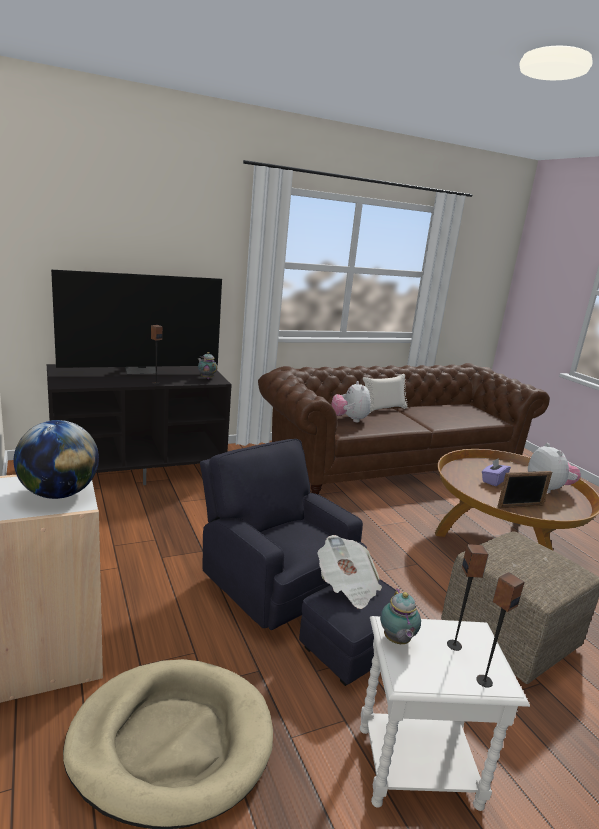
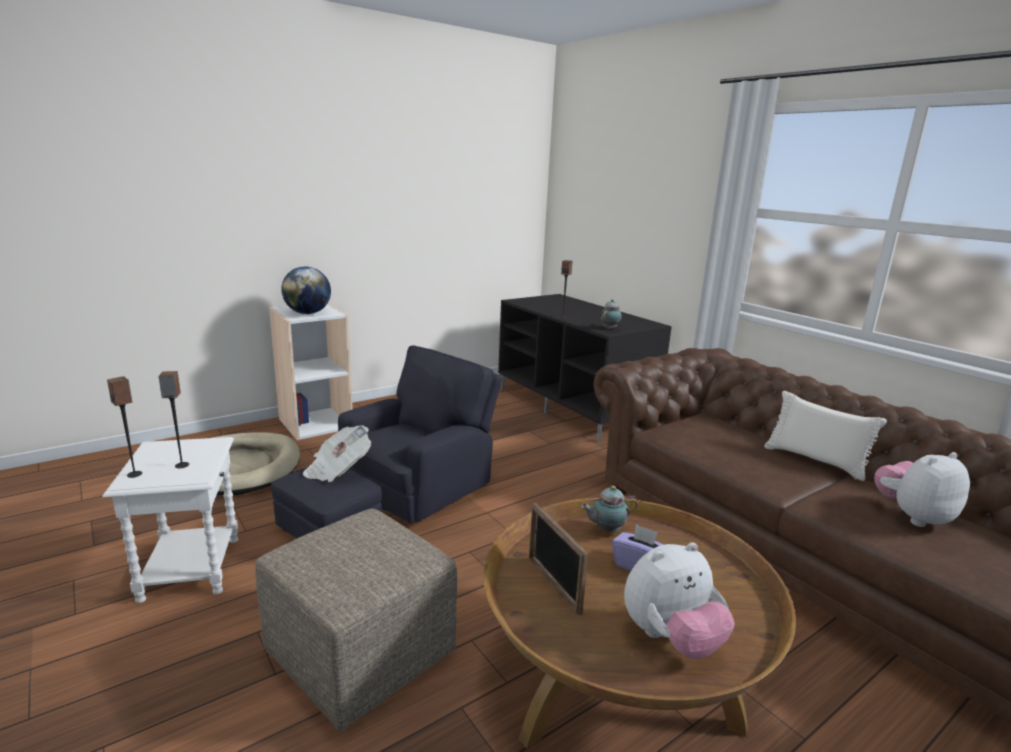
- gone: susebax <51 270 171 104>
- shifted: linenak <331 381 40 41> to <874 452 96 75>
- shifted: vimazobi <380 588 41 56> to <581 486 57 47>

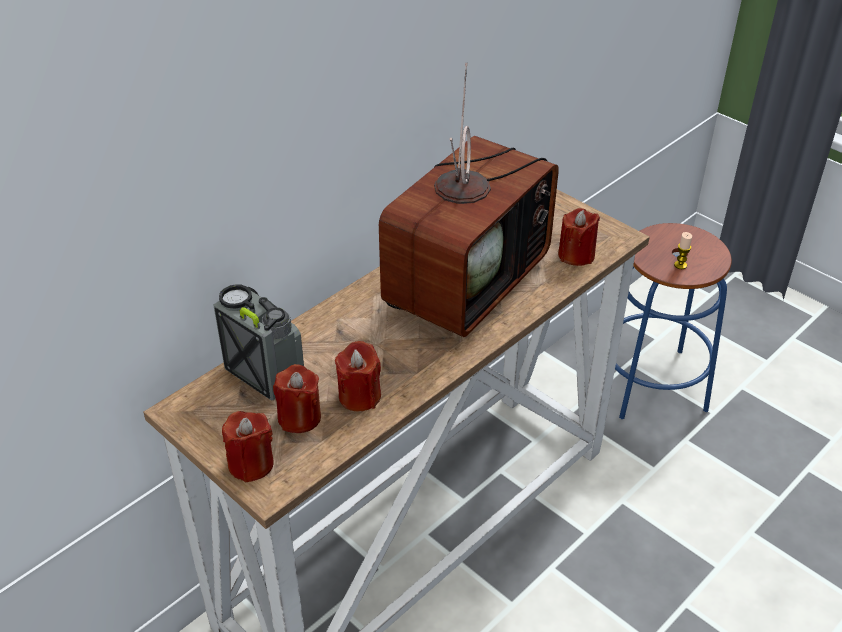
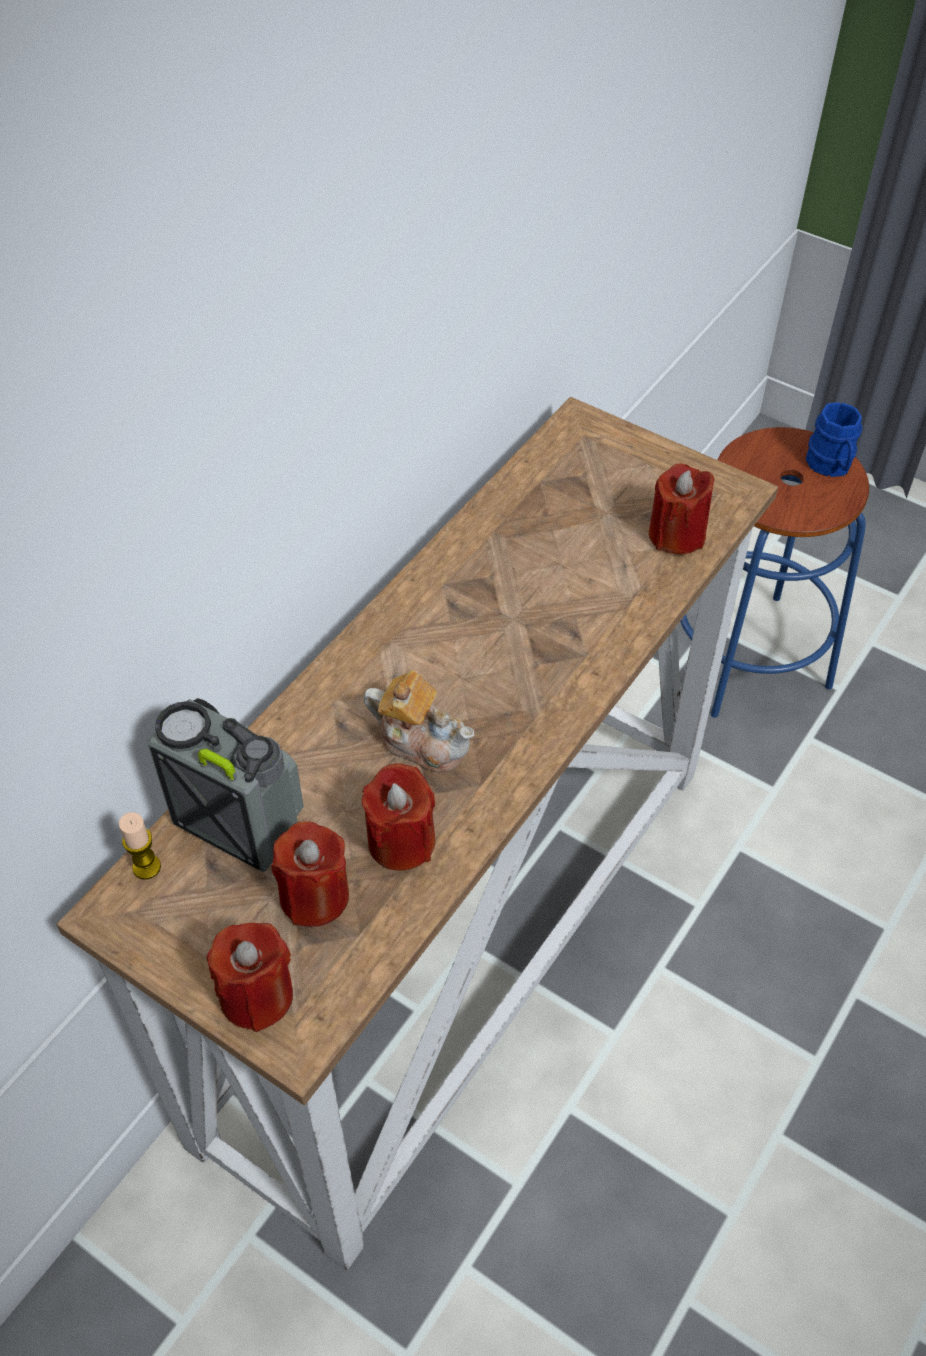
- gone: susebax <379 63 180 274>
- shifted: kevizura <674 232 18 37> to <119 812 42 68>
- new: vimazobi <363 671 111 101>
- new: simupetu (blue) <806 402 57 75>

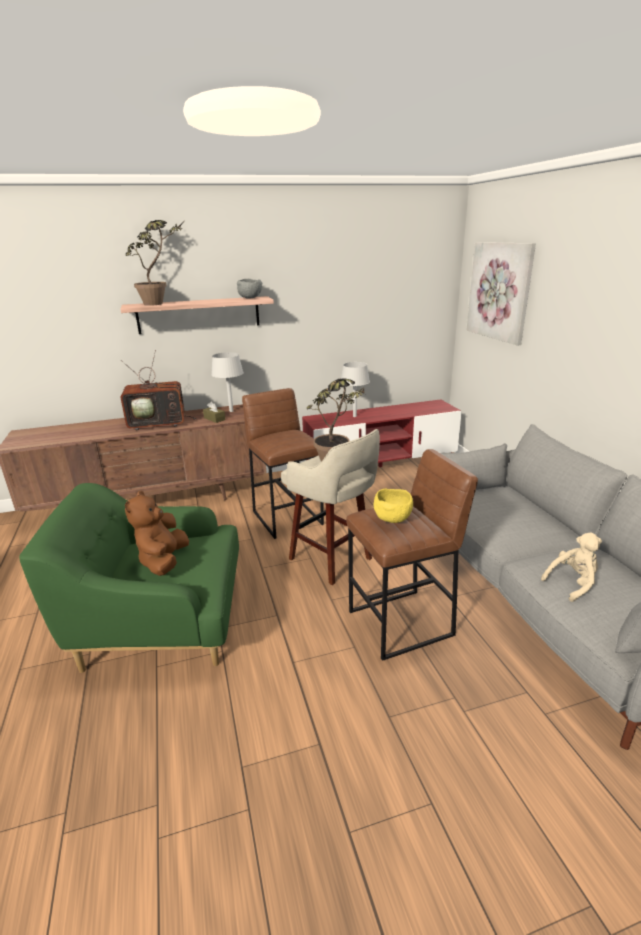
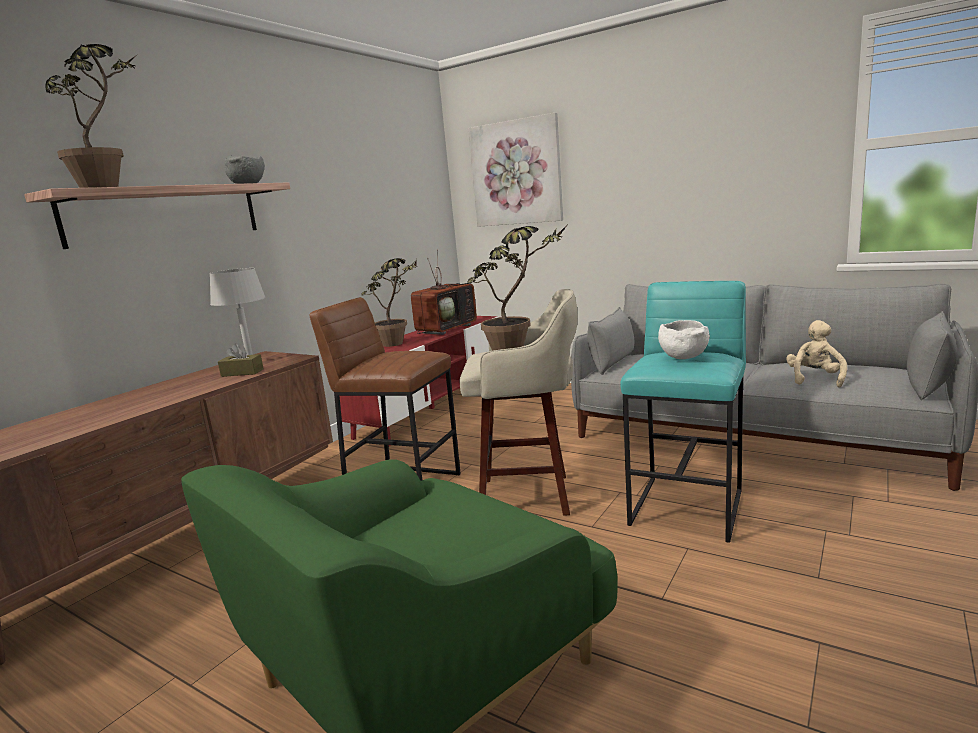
- shifted: susebax <121 350 75 80> to <411 250 66 85>
- gone: linenak (brown) <125 491 64 85>
- swapped: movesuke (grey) <341 362 29 55> to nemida <361 258 57 89>
- repainted: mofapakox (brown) <346 449 132 212> to mofapakox (turquoise) <620 281 126 262>
- repainted: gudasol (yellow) <374 489 39 34> to gudasol (white) <658 320 52 39>

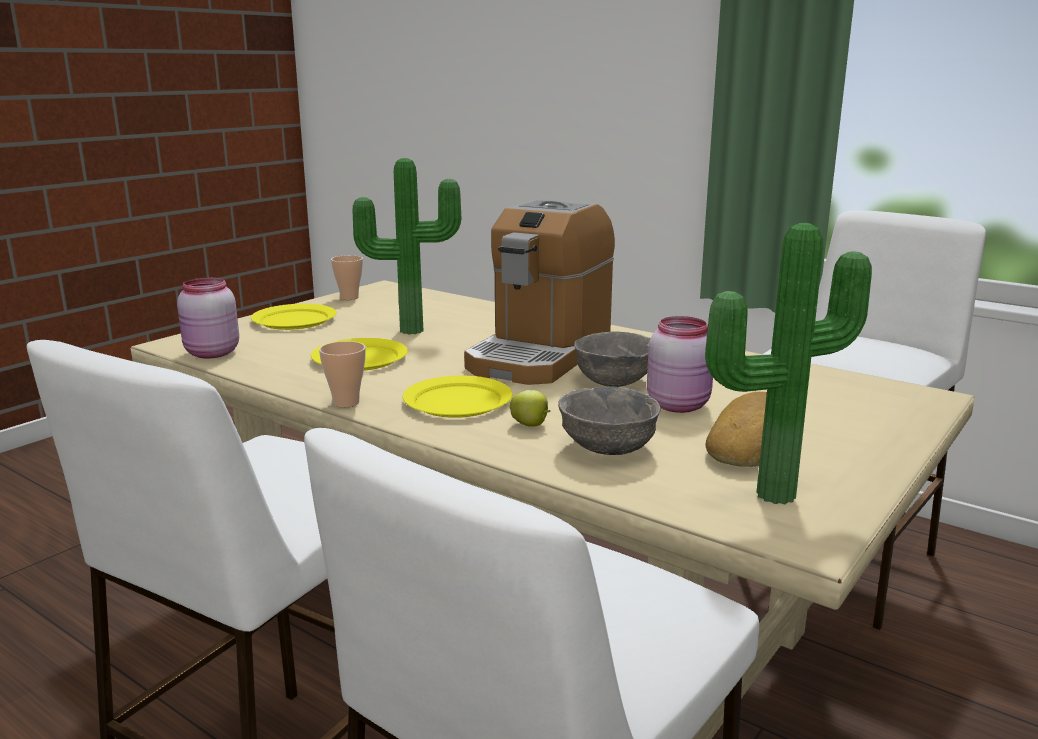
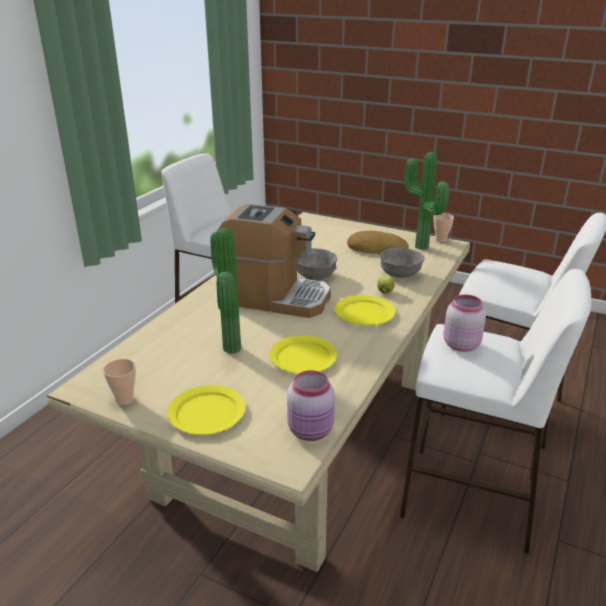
- shifted: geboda <319 341 47 67> to <434 213 20 29>
- shifted: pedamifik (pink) <647 316 66 97> to <443 295 43 57>

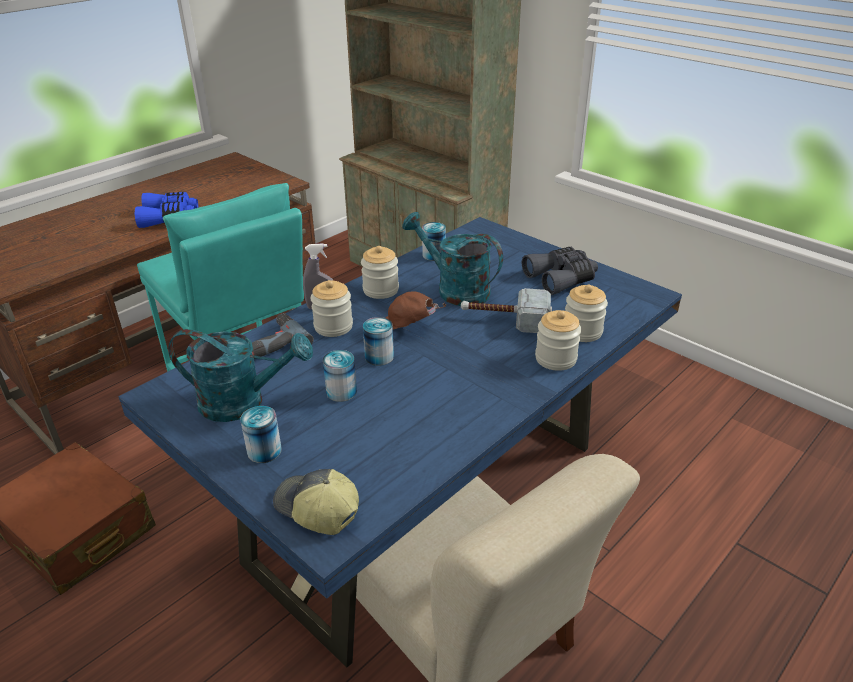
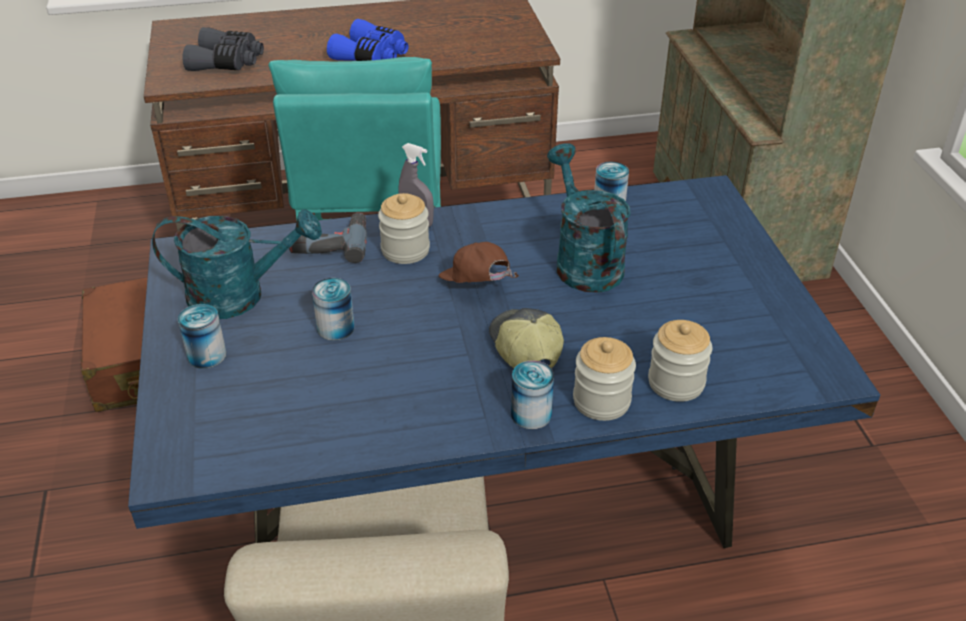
- rotated: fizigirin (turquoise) <169 329 144 93> = <152 209 170 110> 45 degrees counterclockwise
- shifted: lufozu <273 469 86 66> to <489 308 75 60>
- gone: pedamifik <361 246 38 53>
- shifted: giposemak <363 317 31 49> to <511 360 43 69>
- gone: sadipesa <461 288 91 45>
- shifted: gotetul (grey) <522 247 76 48> to <182 27 82 44>

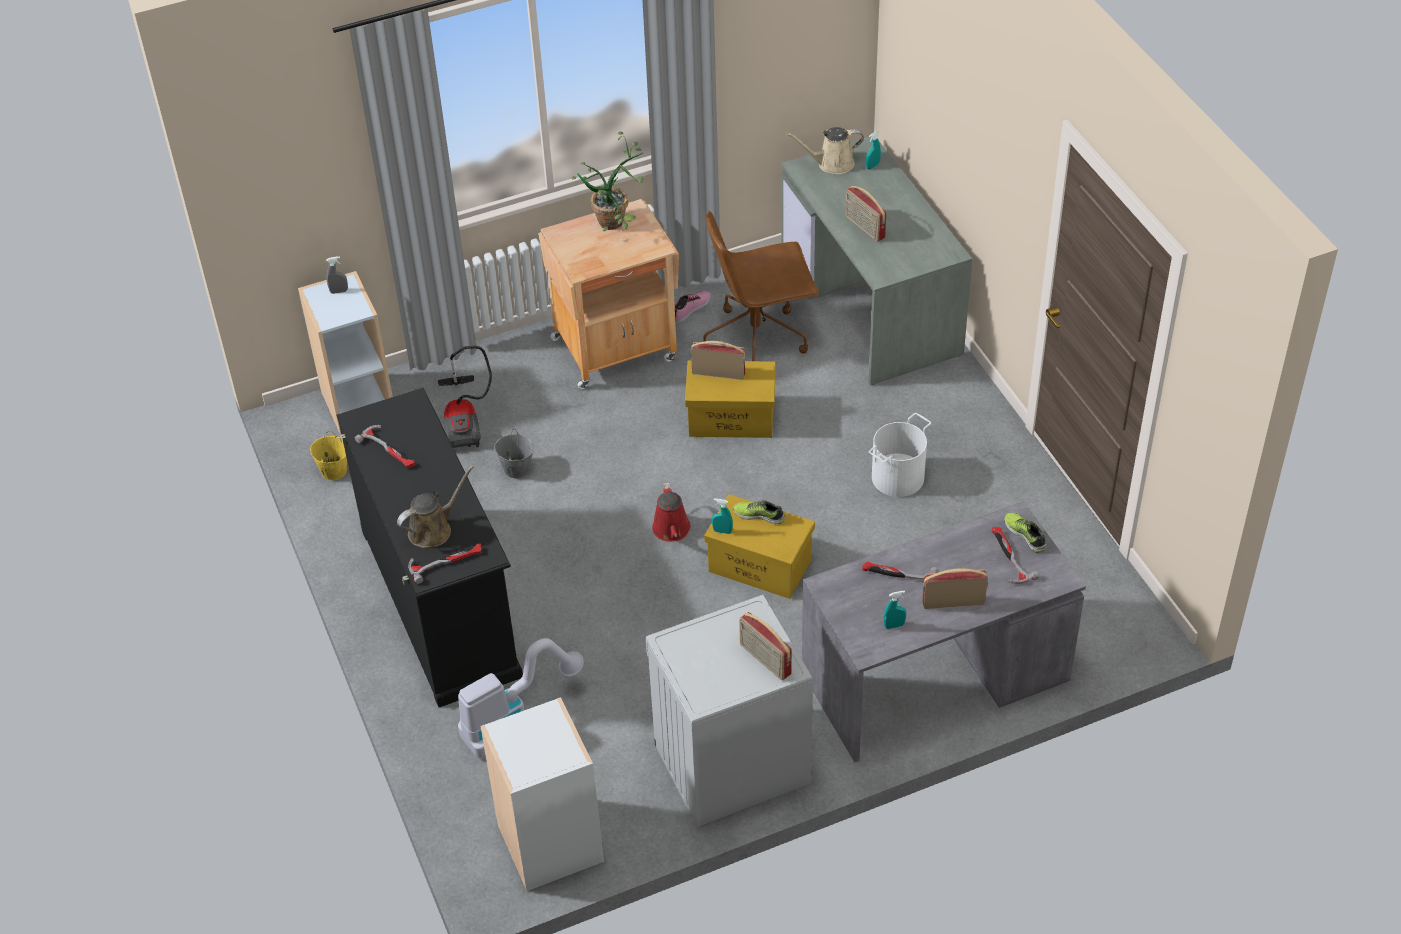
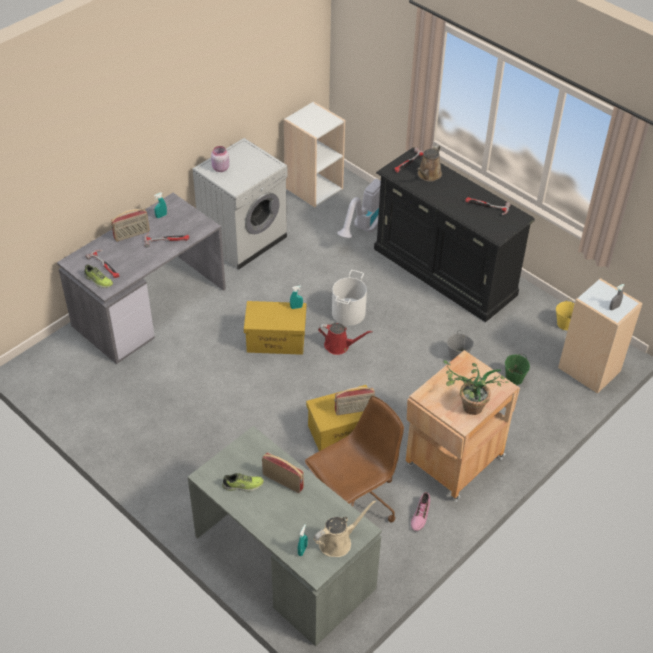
- swapped: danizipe <438 346 54 102> to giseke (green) <505 354 25 31>
- rotated: fizigirin (red) <652 483 39 59> = <318 323 55 32> 135 degrees clockwise
- shifted: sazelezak <733 500 52 24> to <222 473 42 19>
- swapped: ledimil <739 612 53 68> to pedamifik (pink) <211 146 18 26>
- shifted: giseke (white) <869 413 62 84> to <332 270 35 56>

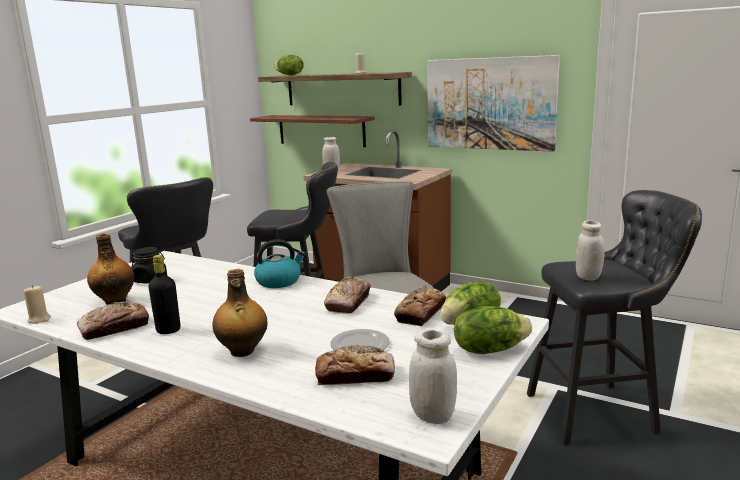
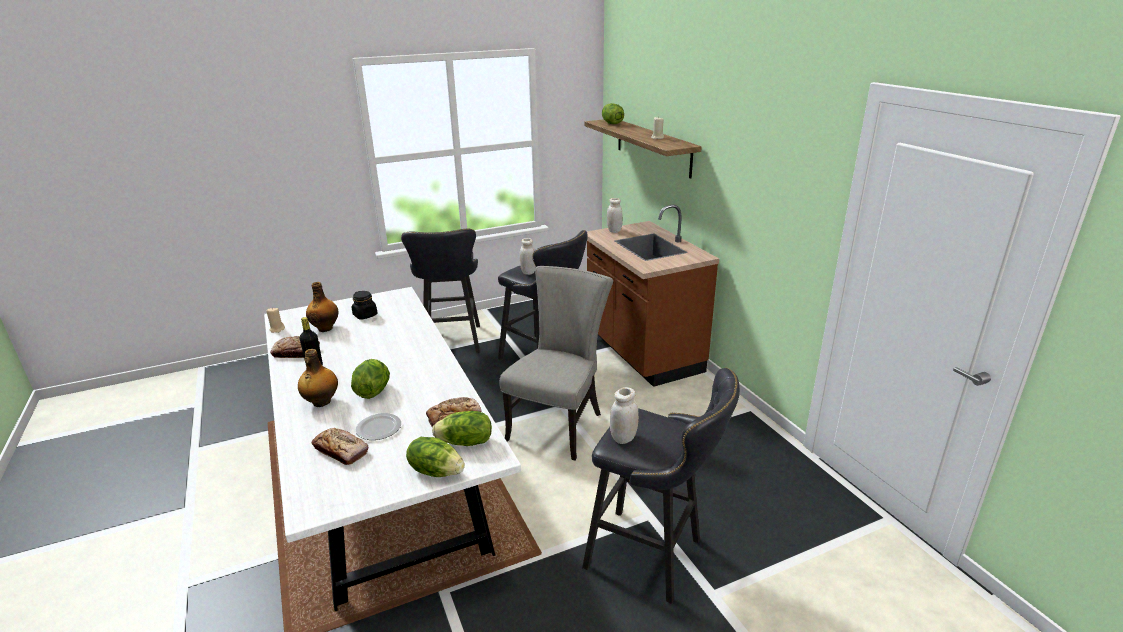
- gone: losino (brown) <250 115 125 32>
- gone: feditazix <254 239 52 49>
- gone: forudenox <324 277 47 36>
- shifted: pedamifik (white) <409 329 48 95> to <519 238 17 37>
- gone: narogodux <427 55 133 97>
- new: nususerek <351 359 39 40>

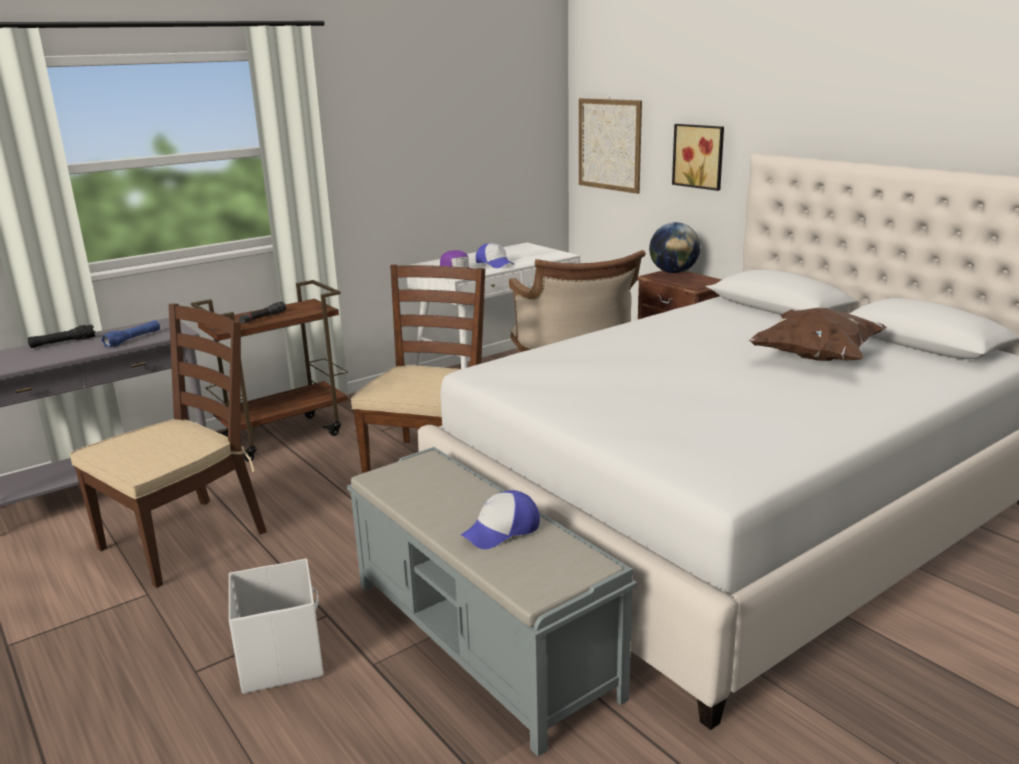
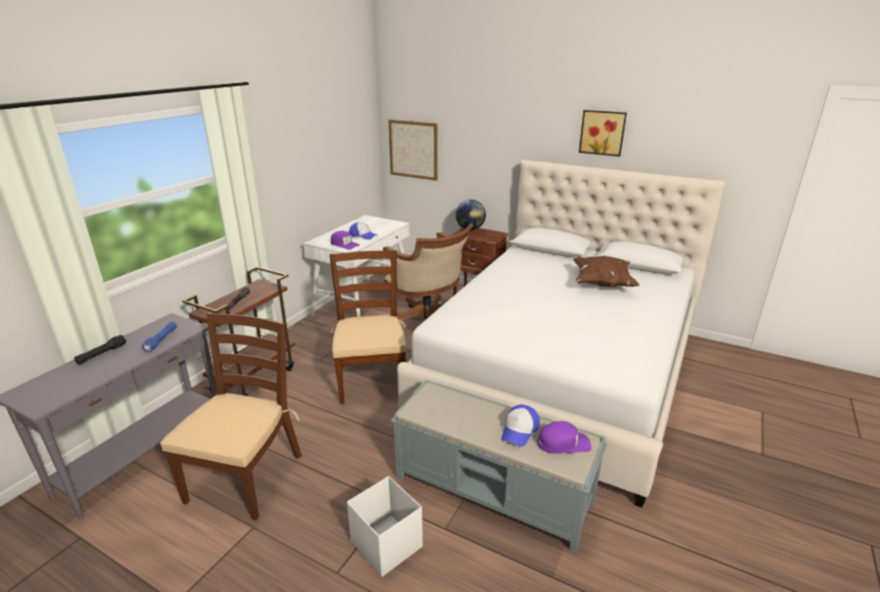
- shifted: narogodux <672 124 52 67> to <579 110 48 47>
- new: lufozu (purple) <537 421 54 33>

